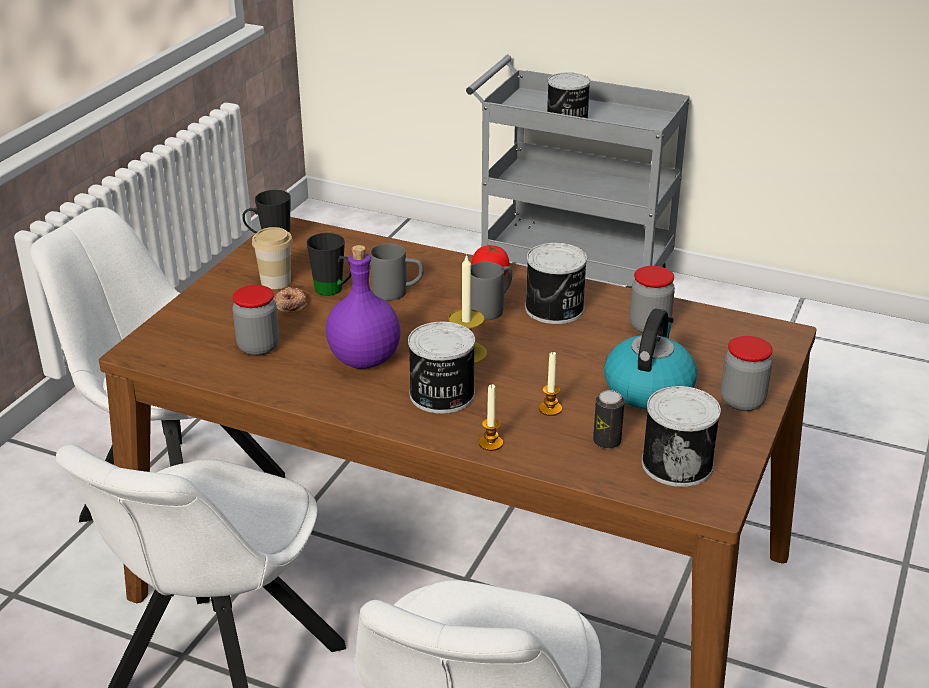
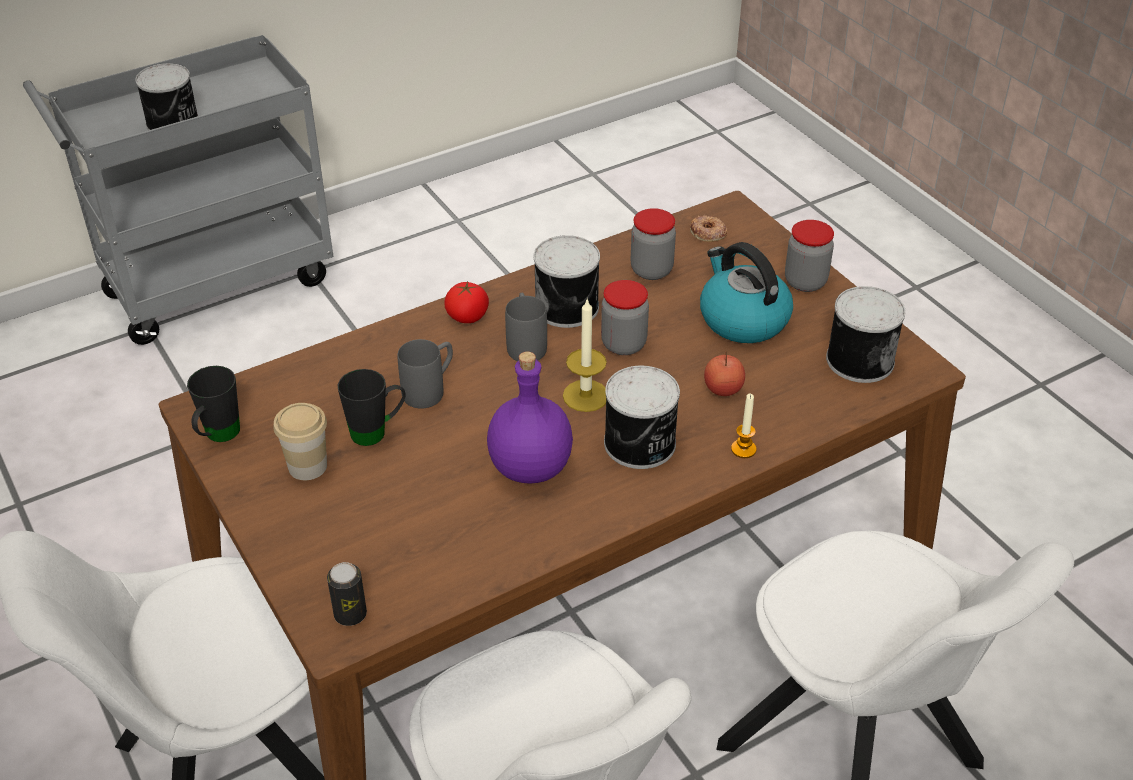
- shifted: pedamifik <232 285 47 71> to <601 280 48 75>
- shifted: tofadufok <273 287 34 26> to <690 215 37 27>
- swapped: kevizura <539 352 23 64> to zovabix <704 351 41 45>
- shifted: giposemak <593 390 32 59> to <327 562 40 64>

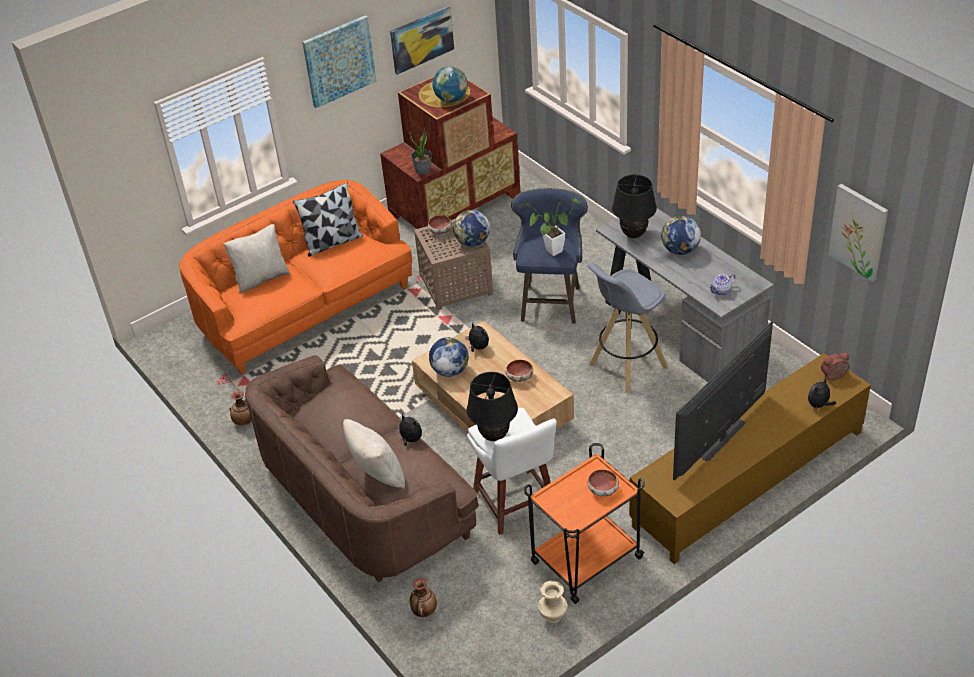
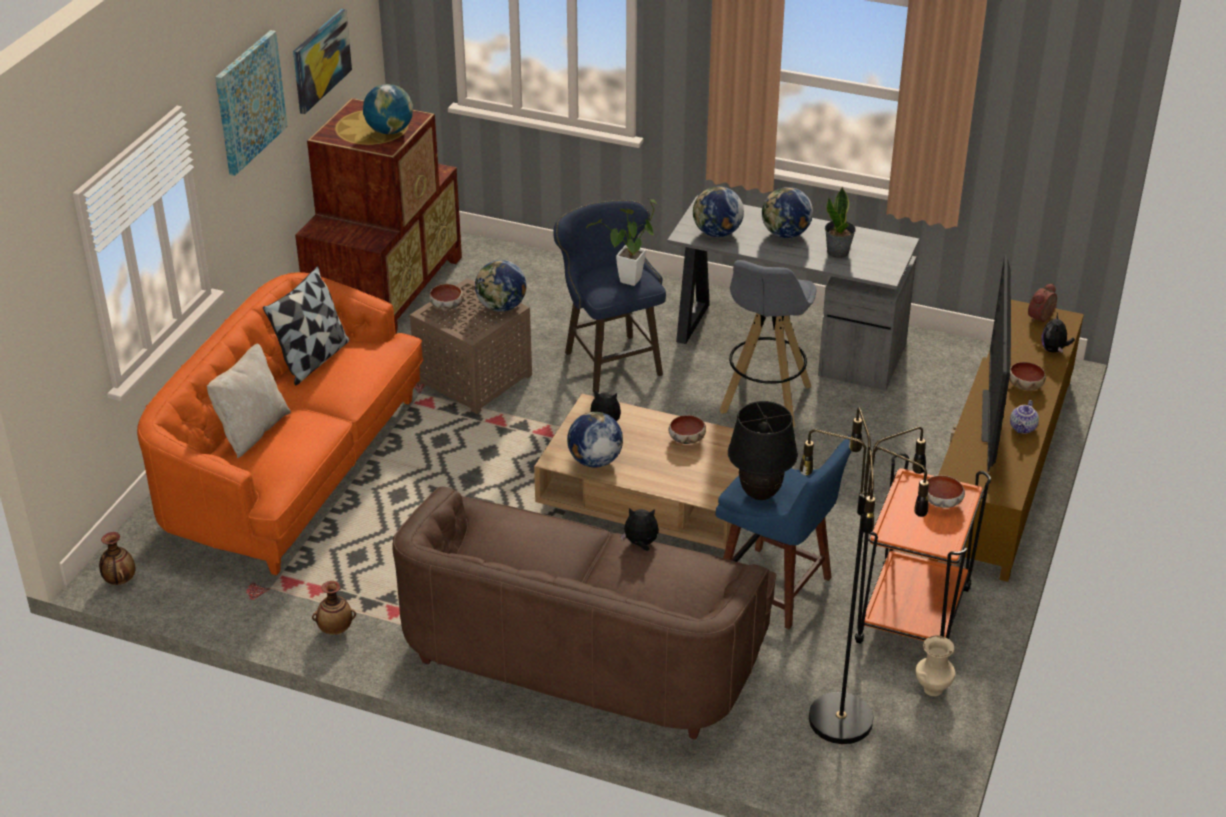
- gone: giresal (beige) <343 419 62 70>
- shifted: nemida <410 128 22 47> to <825 187 31 71>
- shifted: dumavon <410 578 27 39> to <99 532 36 53>
- repainted: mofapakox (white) <467 408 90 127> to mofapakox (blue) <716 436 136 193>
- swapped: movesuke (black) <612 174 45 64> to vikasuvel <693 186 51 51>
- shifted: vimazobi <709 273 27 22> to <1010 400 29 34>
- gone: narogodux <828 184 60 98>
- new: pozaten <800 407 129 337>
- new: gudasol <1009 362 37 29>

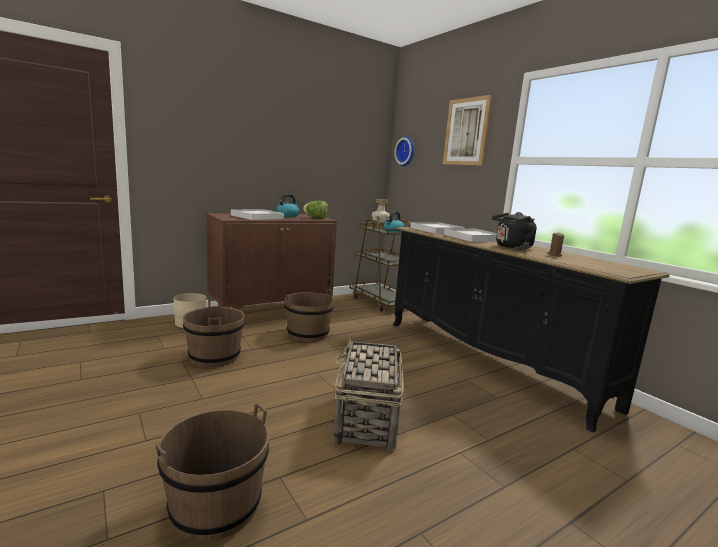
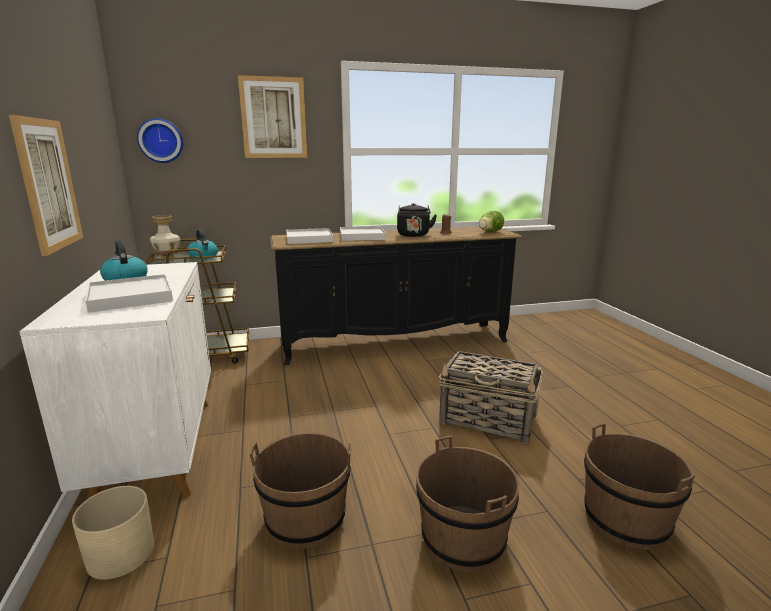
- repainted: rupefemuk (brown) <206 213 131 97> to rupefemuk (white) <19 262 192 237>
- shifted: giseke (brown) <285 288 49 54> to <416 436 104 136>
- shifted: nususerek <303 200 25 19> to <479 211 25 21>
- new: narogodux <9 115 74 141>

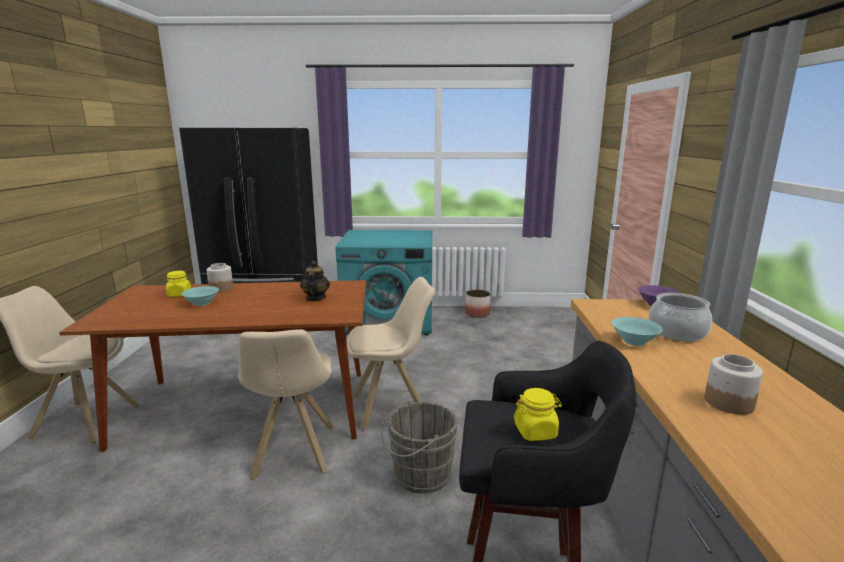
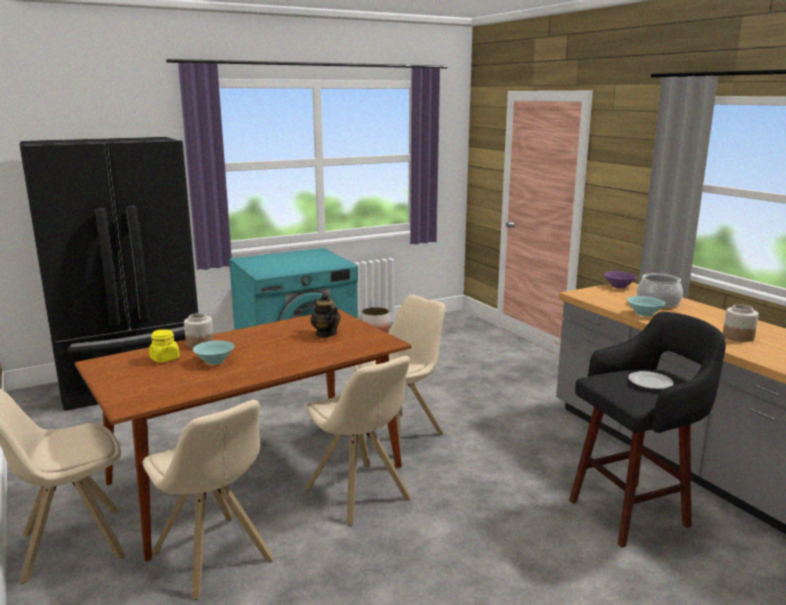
- gone: giseke (grey) <381 400 77 94>
- swapped: pedamifik (yellow) <514 388 48 53> to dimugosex <628 371 46 18>
- new: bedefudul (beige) <143 400 131 200>

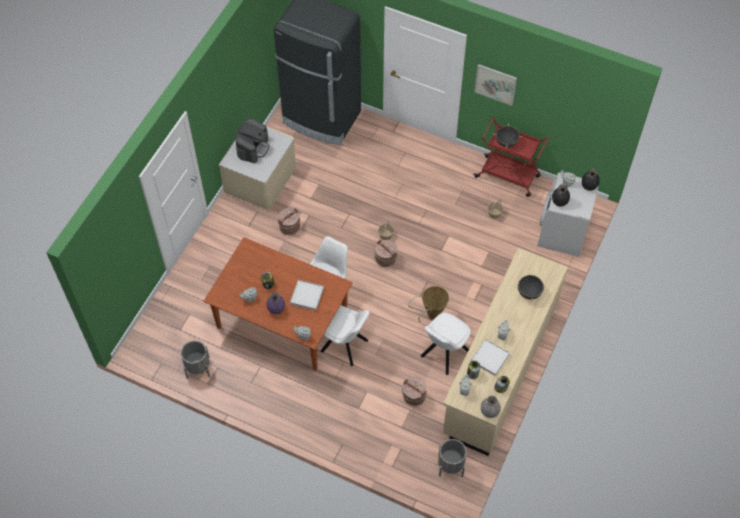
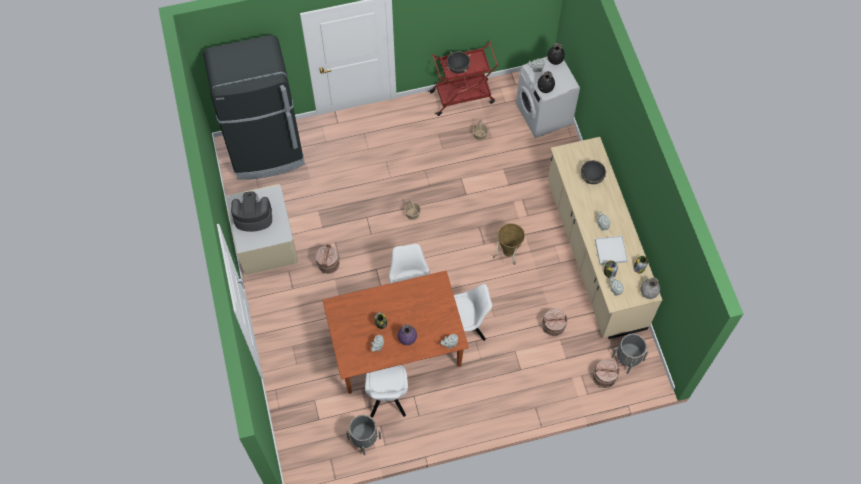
- rotated: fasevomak <235 119 34 44> = <231 192 41 40> 75 degrees counterclockwise
- gone: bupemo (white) <290 280 34 31>
- shifted: giseke (brown) <374 239 23 28> to <593 360 27 28>
- shifted: bedefudul (white) <421 313 50 62> to <365 365 43 52>
- gone: narogodux <475 64 42 42>

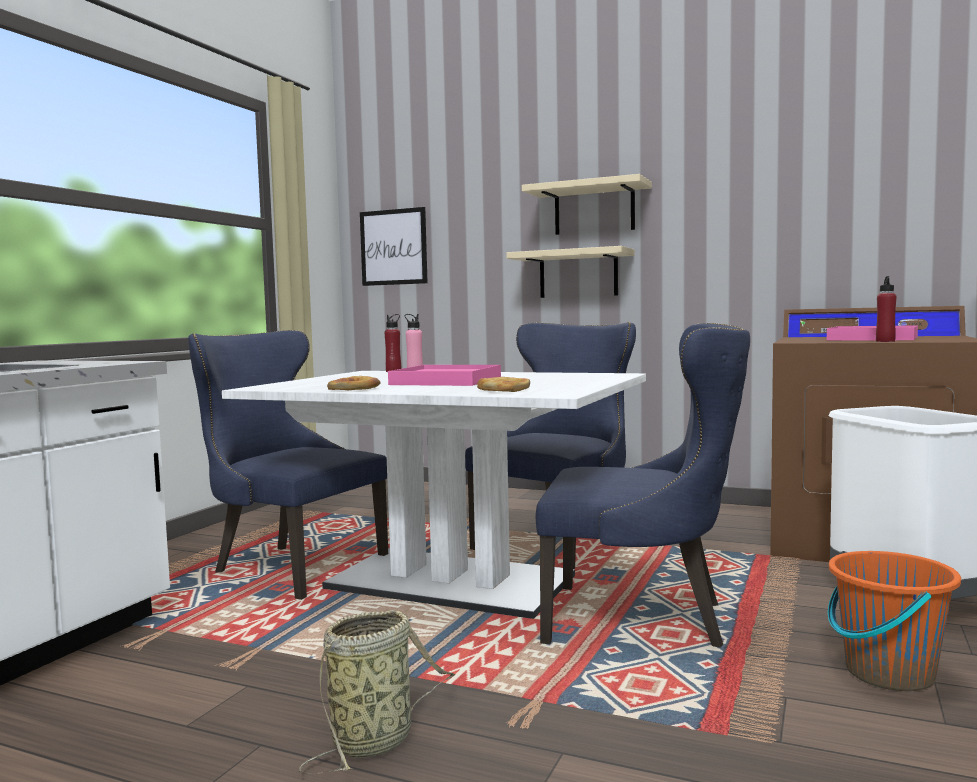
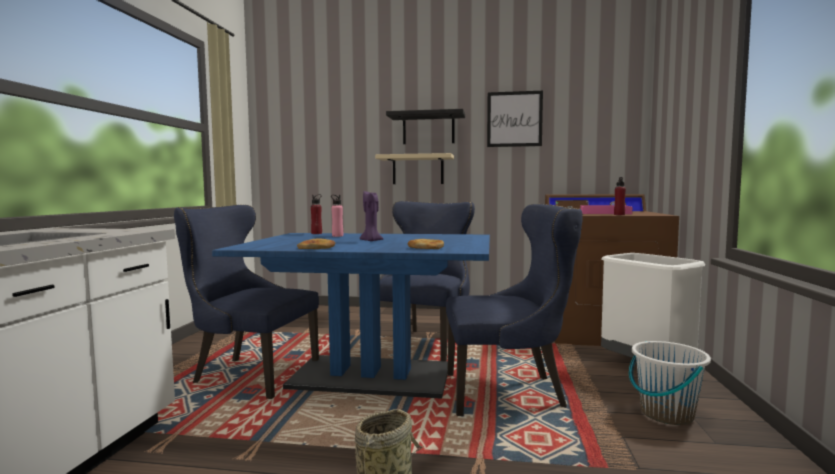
- repainted: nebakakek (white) <222 371 424 248> to nebakakek (blue) <212 233 278 166>
- shifted: narogodux <360 207 68 79> to <487 91 56 56>
- swapped: bupemo (pink) <388 365 113 21> to kevizura (purple) <360 191 23 50>
- repainted: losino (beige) <522 174 130 61> to losino (black) <386 109 79 35>
- repainted: giseke (orange) <828 551 133 140> to giseke (white) <629 341 82 84>

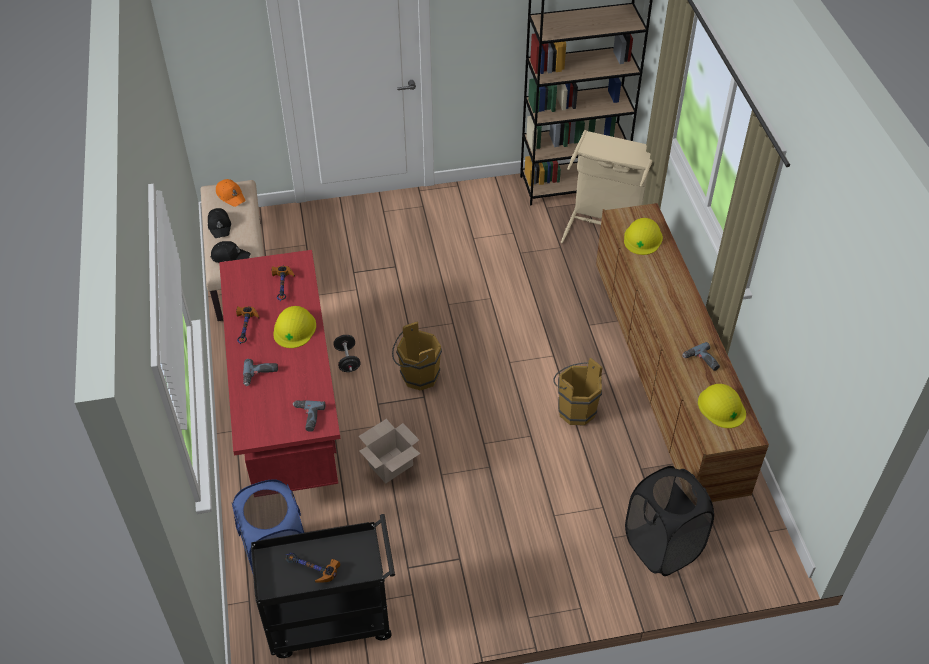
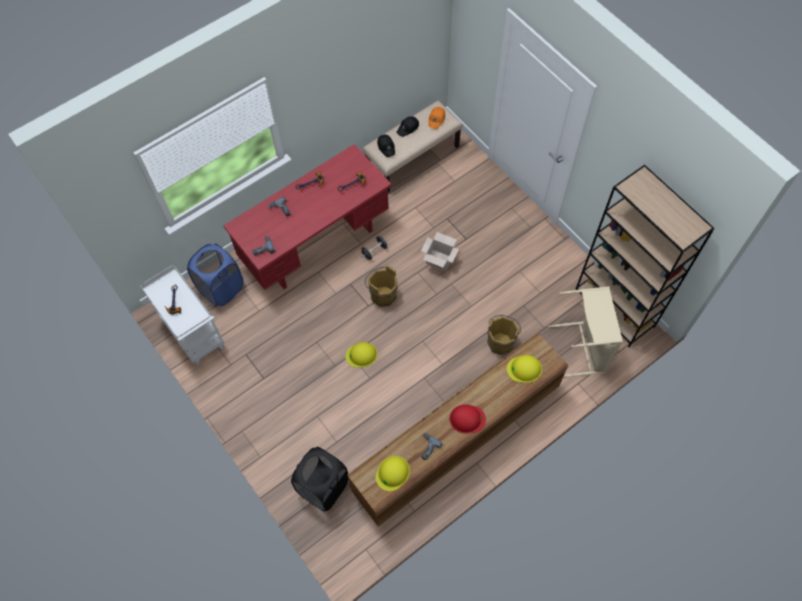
- repainted: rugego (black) <251 514 144 144> to rugego (white) <140 265 84 101>
- shifted: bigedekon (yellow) <273 306 43 42> to <346 342 31 26>
- shifted: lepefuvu <358 419 62 64> to <421 232 38 39>
- shifted: giseke (brown) <553 358 49 68> to <487 315 34 40>
- new: bigedekon (red) <449 404 37 30>

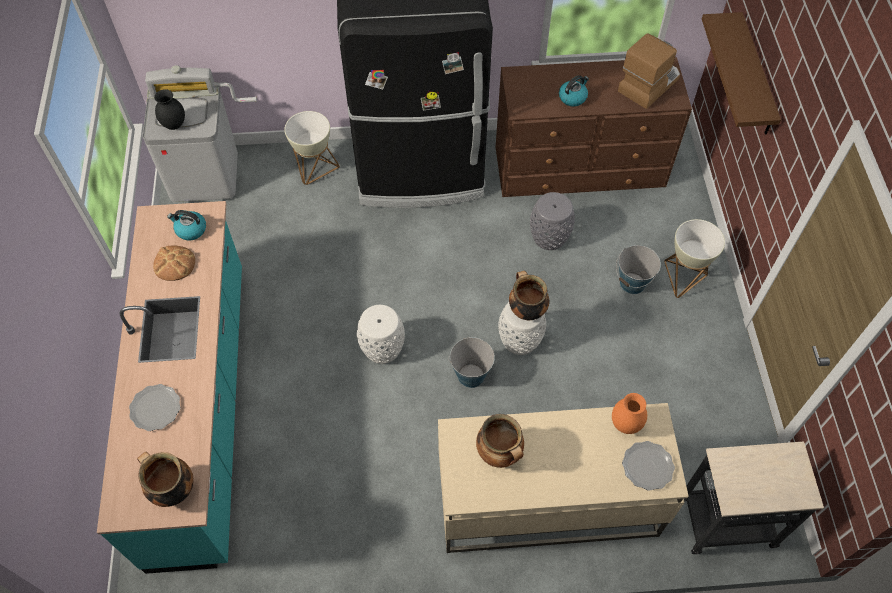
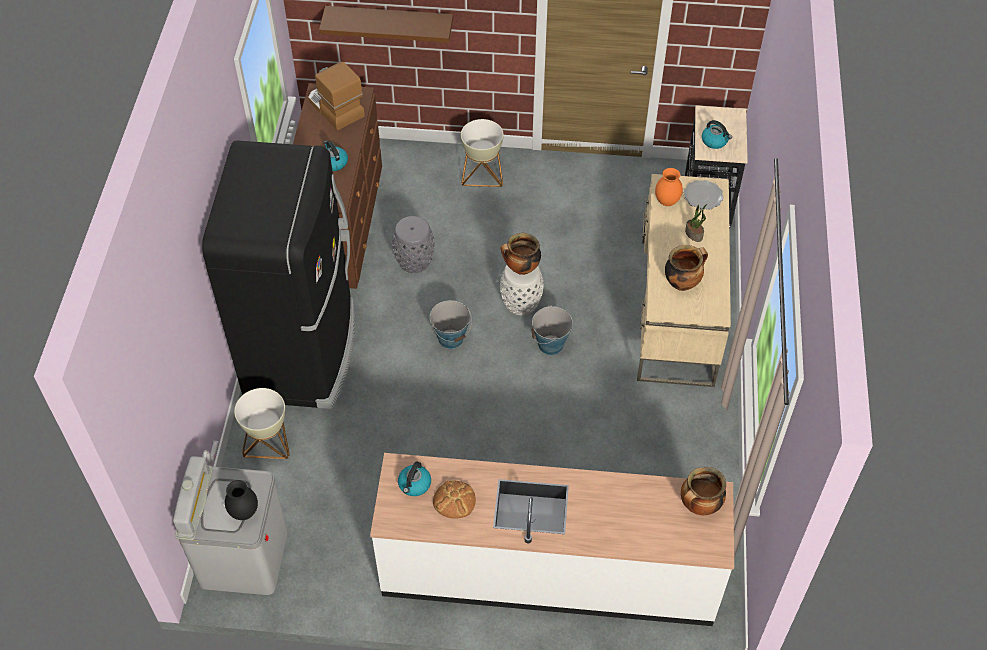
- repainted: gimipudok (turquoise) <97 201 145 373> to gimipudok (white) <370 453 364 173>
- gone: dimugosex <129 384 51 47>
- gone: mofapakox (white) <357 305 48 59>
- shifted: giseke <616 245 45 49> to <430 300 42 49>
- new: nemida <685 204 22 38>
- new: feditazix <702 120 30 29>

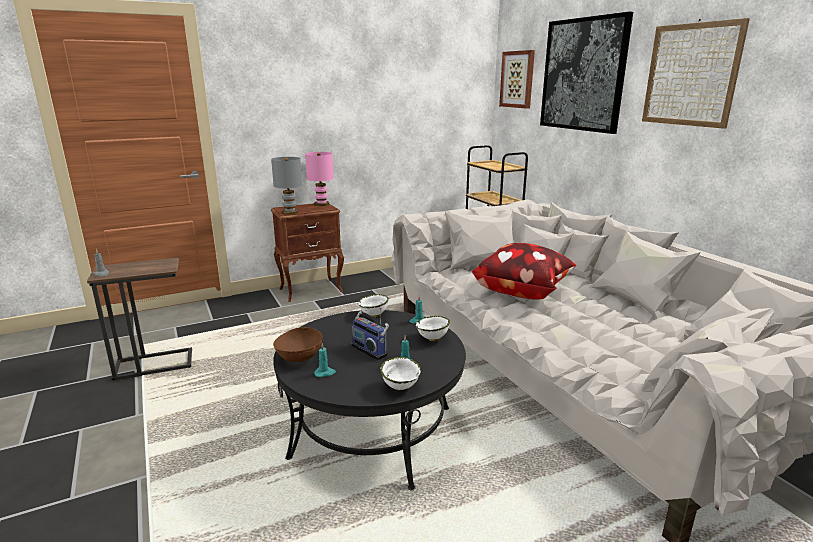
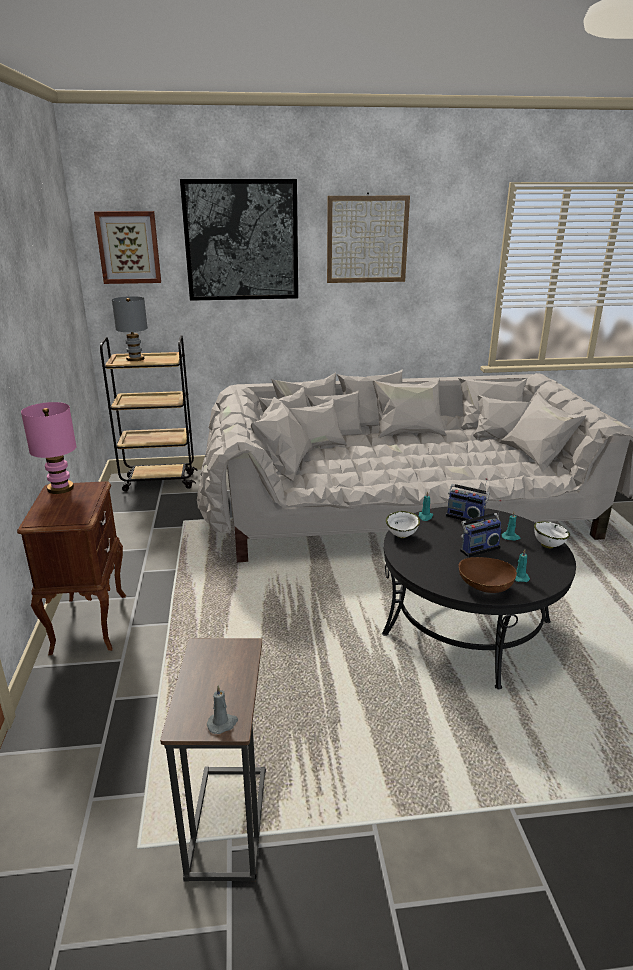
- shifted: movesuke (grey) <271 157 31 58> to <112 296 36 65>
- swapped: gudasol (white) <416 316 34 25> to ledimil <446 478 44 45>
- gone: giresal <471 243 105 57>

